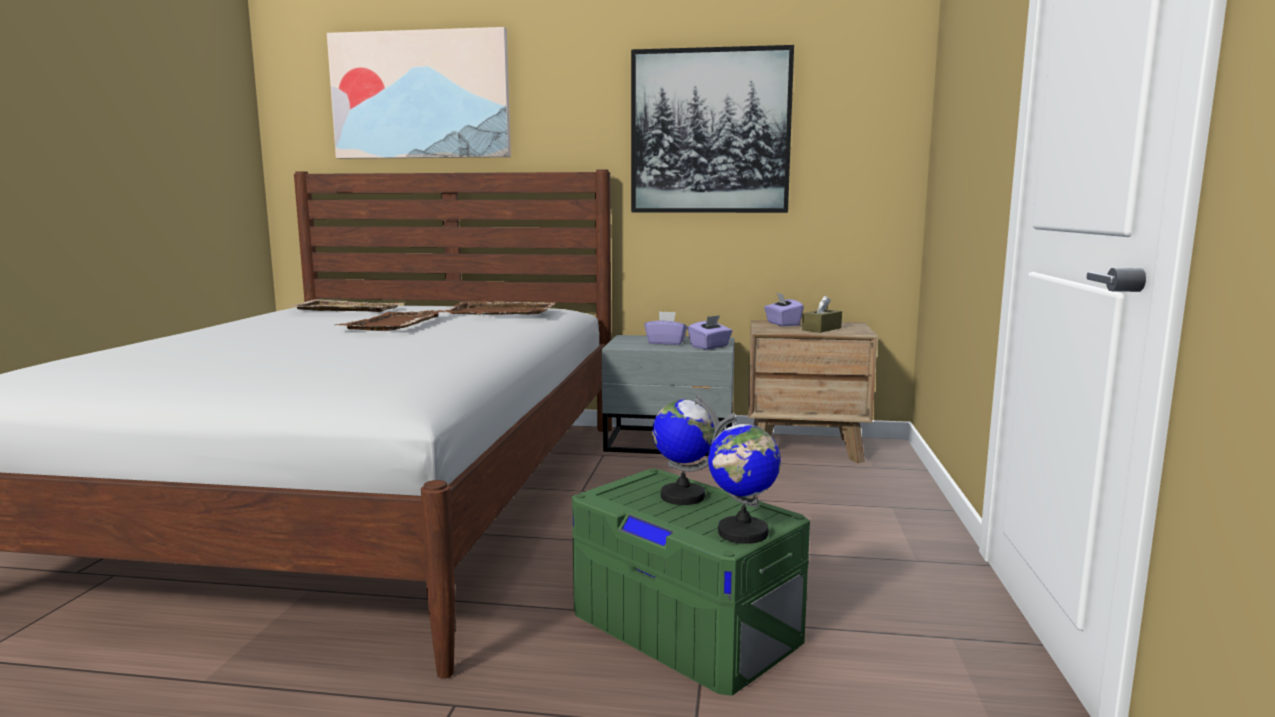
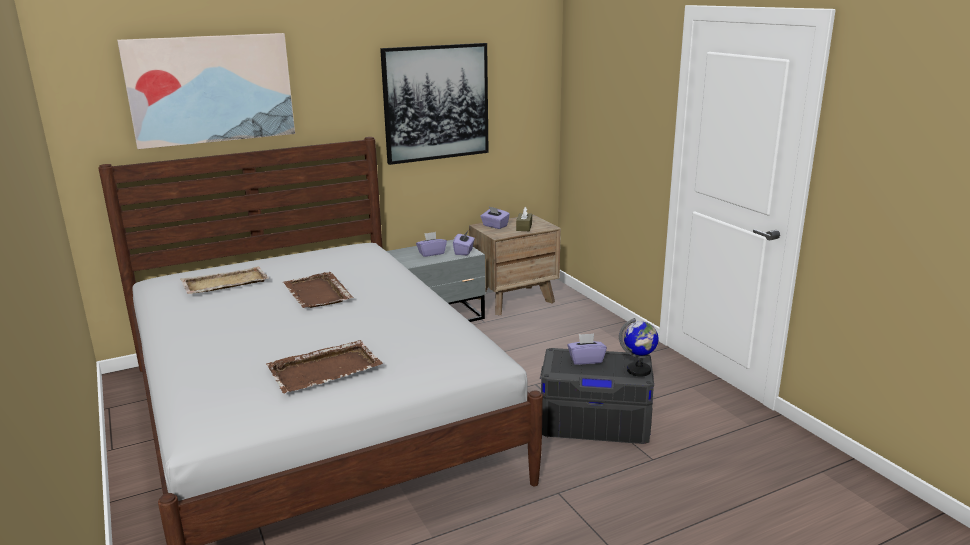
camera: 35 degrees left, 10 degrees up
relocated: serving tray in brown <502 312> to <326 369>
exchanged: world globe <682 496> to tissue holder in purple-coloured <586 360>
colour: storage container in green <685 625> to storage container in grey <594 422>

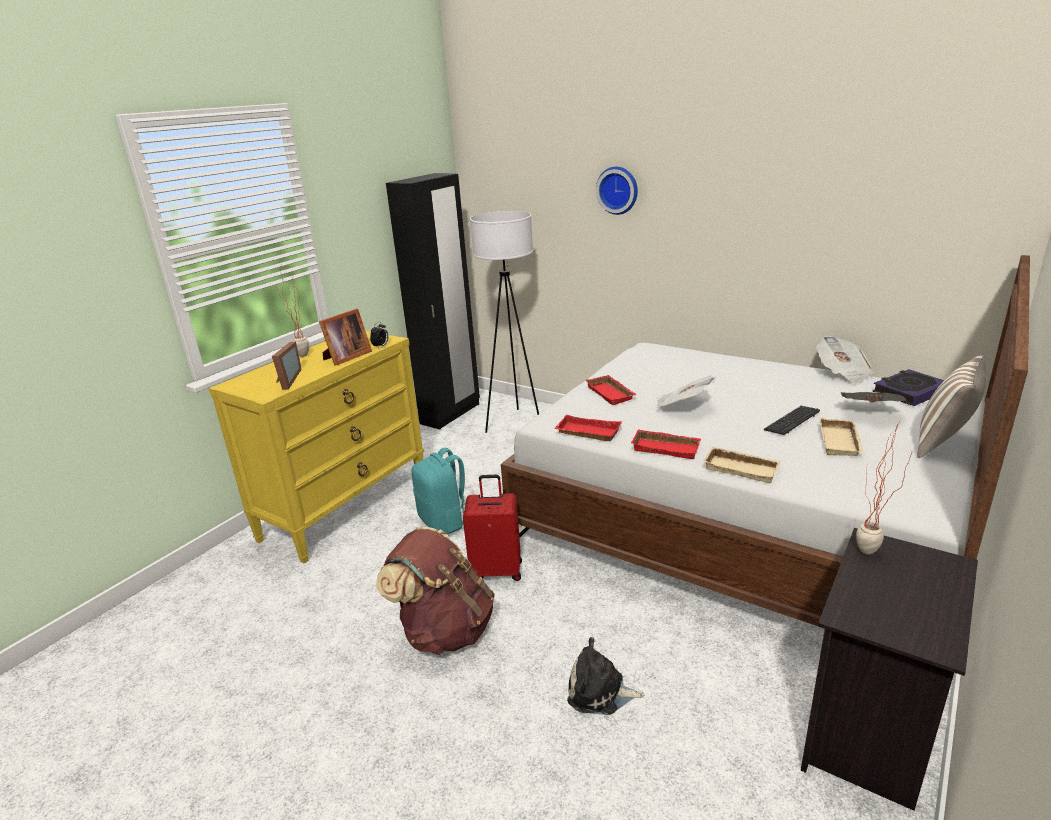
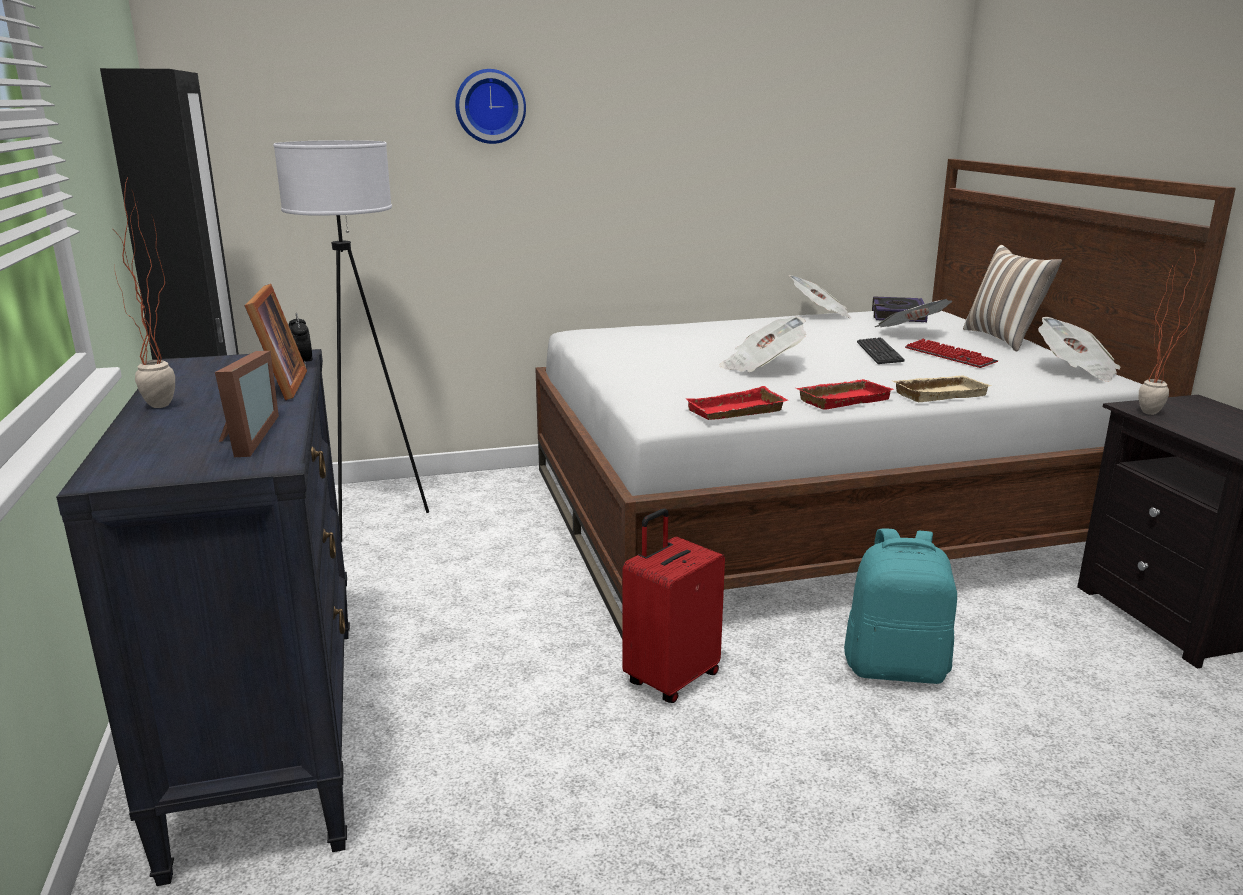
camera: 50 degrees left, 5 degrees down
missing: knapsack in brown <445 630>; cuddly toy <600 692>; serving tray in red <612 393>
appeared: daily paper <1076 371>
relocated: knapsack in turquoise-coloured <445 522> to <896 668>
exchanged: serving tray in beige-coloured <841 442> to PC keyboard <949 356>
colour: drawer chest in yellowish <346 507> to drawer chest in black-coloured <269 734>
spun: standing frame <285 380> = <242 438> 45 degrees clockwise

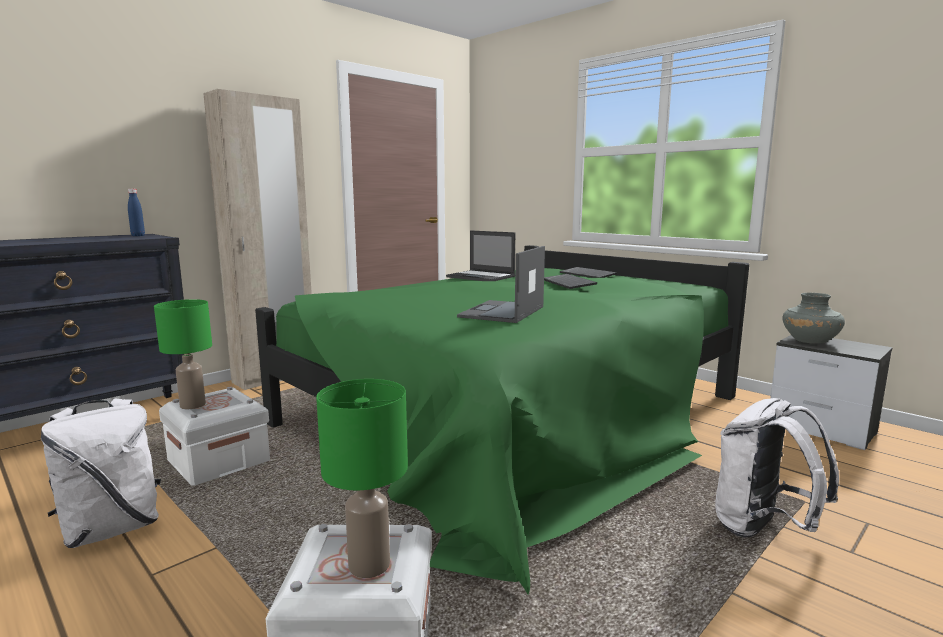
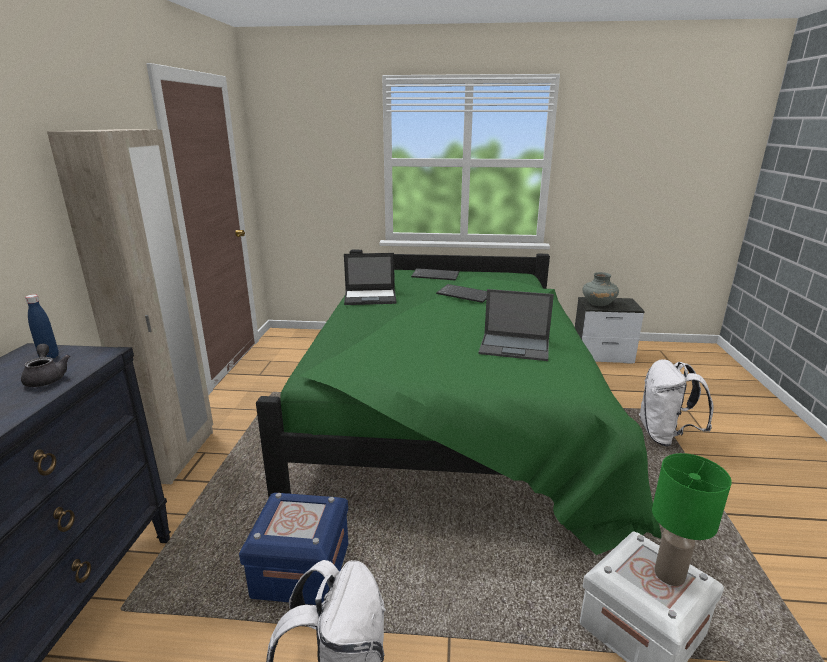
camera: 40 degrees left, 10 degrees up
missing: lamp for a table in green <192 405>
appeared: pot for tea in grey <47 378>
colour: storage container in white-coloured <218 461> to storage container in blue-coloured <301 569>
spun: laptop <502 312> = <515 347> 60 degrees counterclockwise

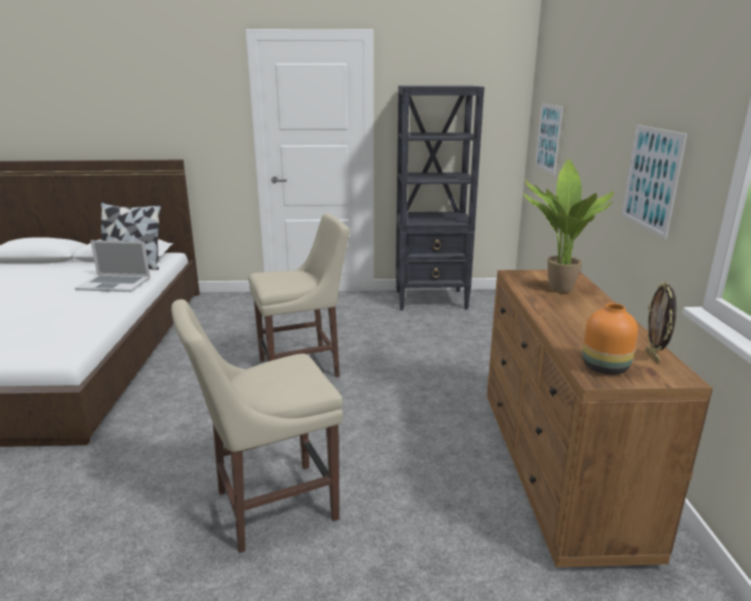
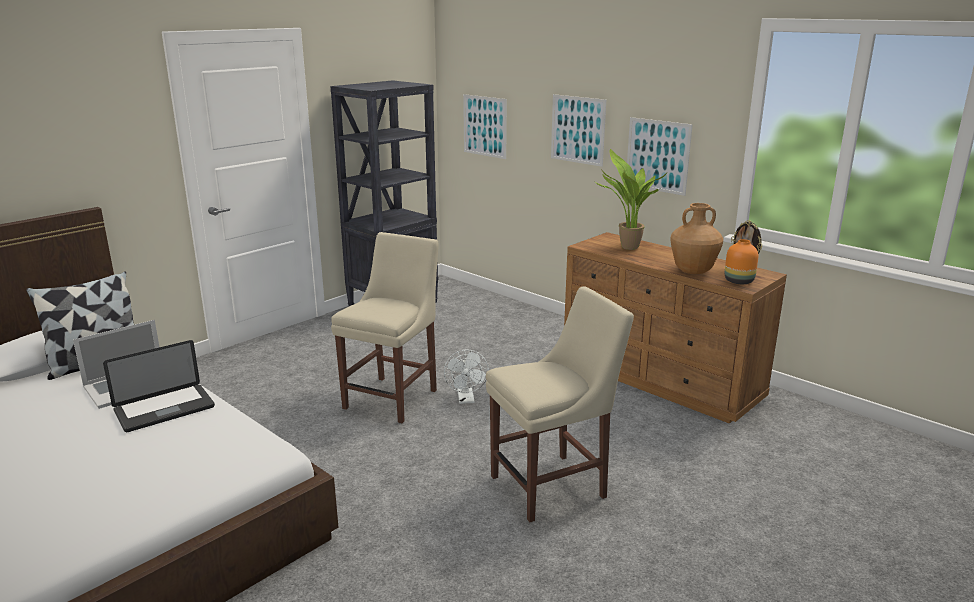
camera: 45 degrees left, 0 degrees up
appeared: laptop <164 409>; electric fan in white-coloured <466 399>; wall picture <577 130>; vase in brown <693 272>
spun: plain chair in beige-coloured <269 506> = <553 485> 135 degrees counterclockwise

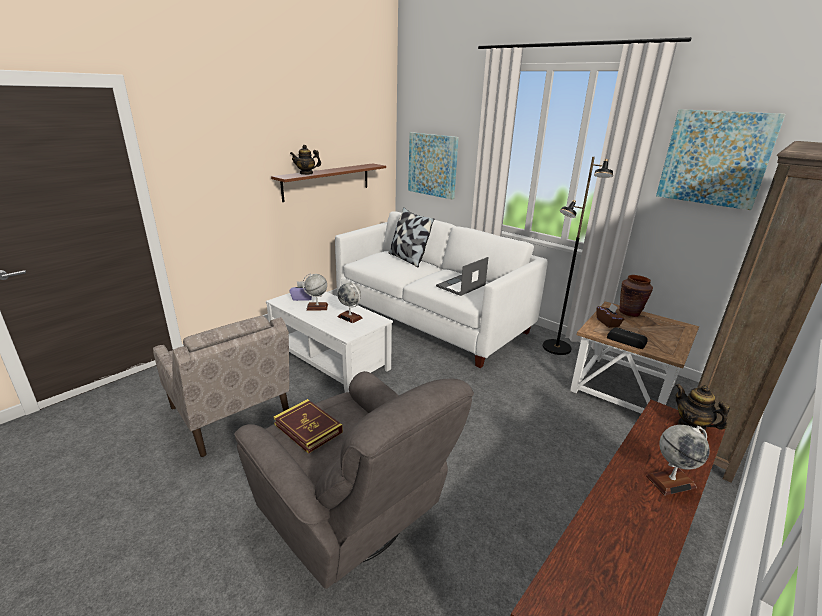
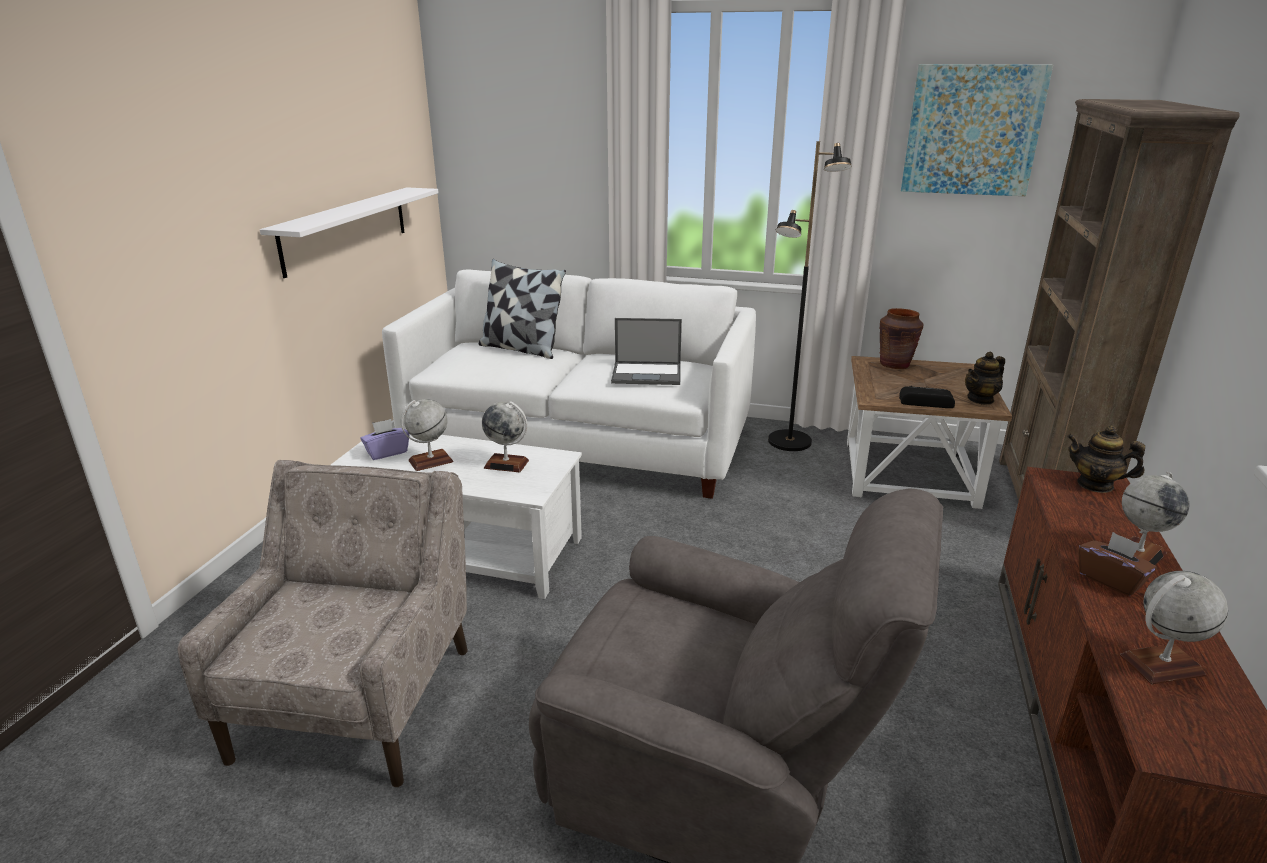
camera: 25 degrees left, 0 degrees up
missing: volume <308 428>; wall picture <432 165>
appeared: world globe <1161 665>
relocated: pot for tea <306 173> to <980 399>; tissue holder in brown <608 323> to <1110 580>
colour: bracket shelf in brown <327 181> to bracket shelf in white-coloured <346 229>
spun: lounge chair in beige-coloured <230 414> = <359 700> 105 degrees counterclockwise; laptop <460 286> = <647 374> 105 degrees counterclockwise

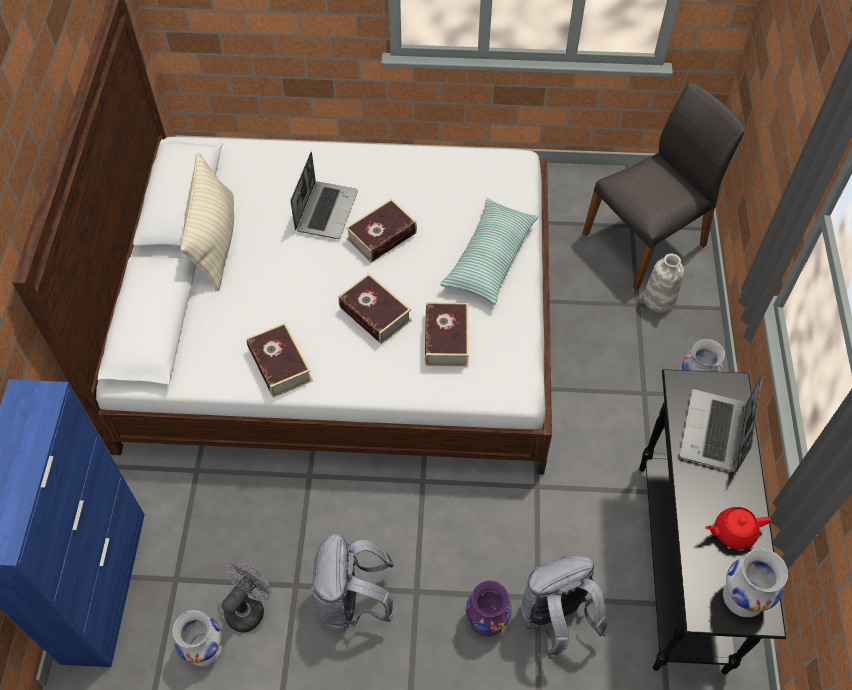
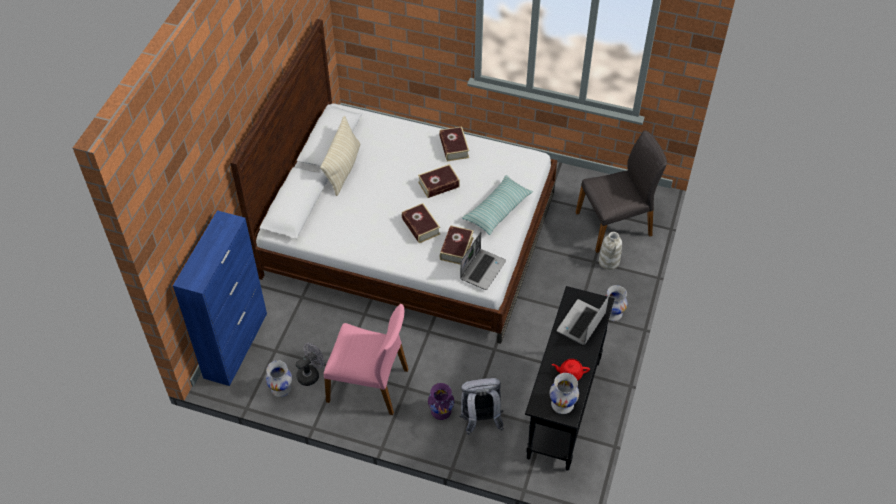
camera: 15 degrees right, 5 degrees down
relocated: volume <280 365> to <454 147>; laptop <326 210> to <482 269>
exchanged: knapsack in grey <353 601> to plain chair in pink-coloured <369 384>

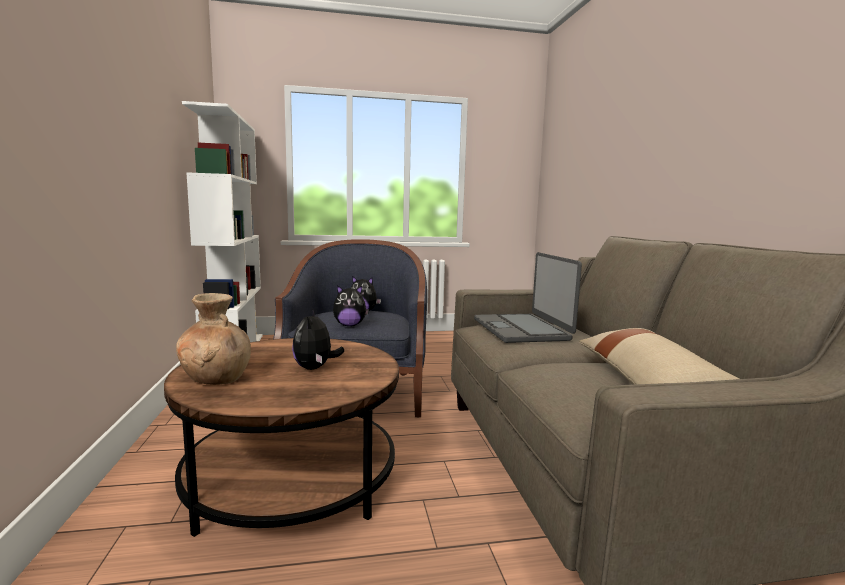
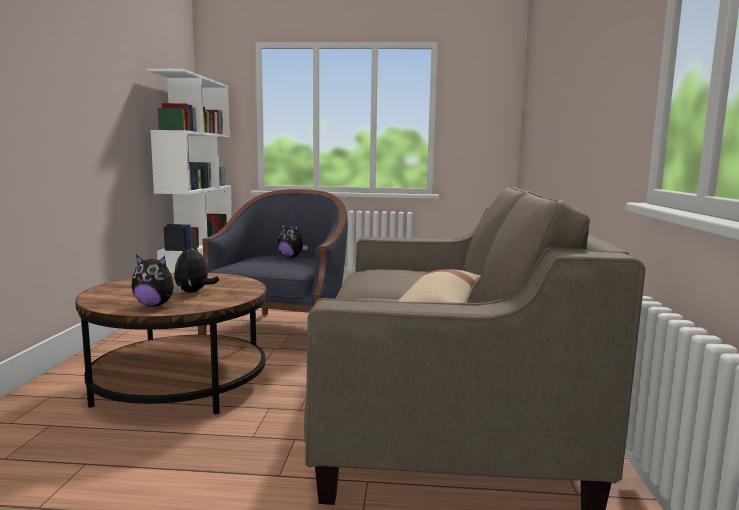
camera: 15 degrees right, 0 degrees up
missing: vase in brown <217 378>; laptop <522 329>
relocated: cuddly toy <349 325> to <155 305>

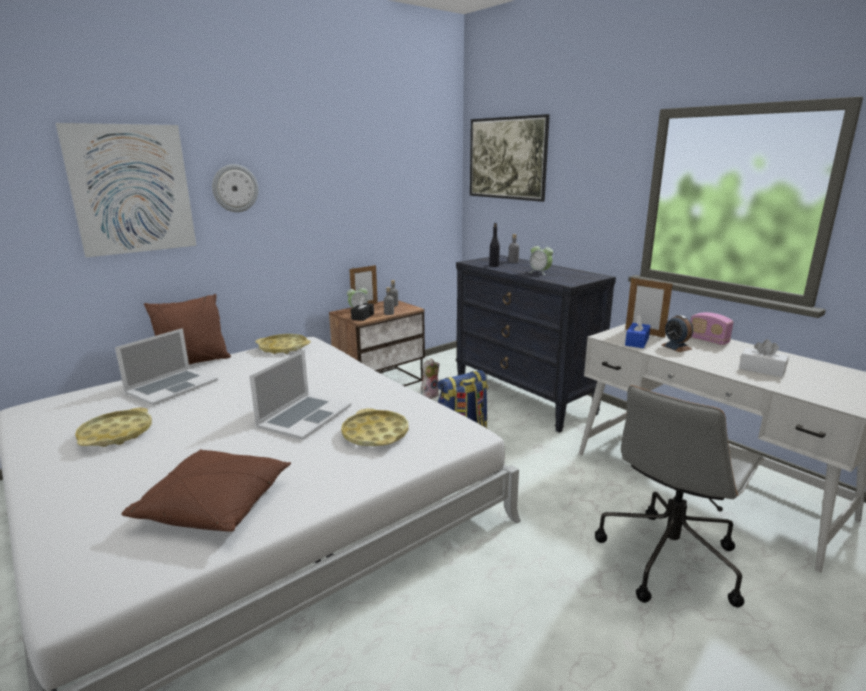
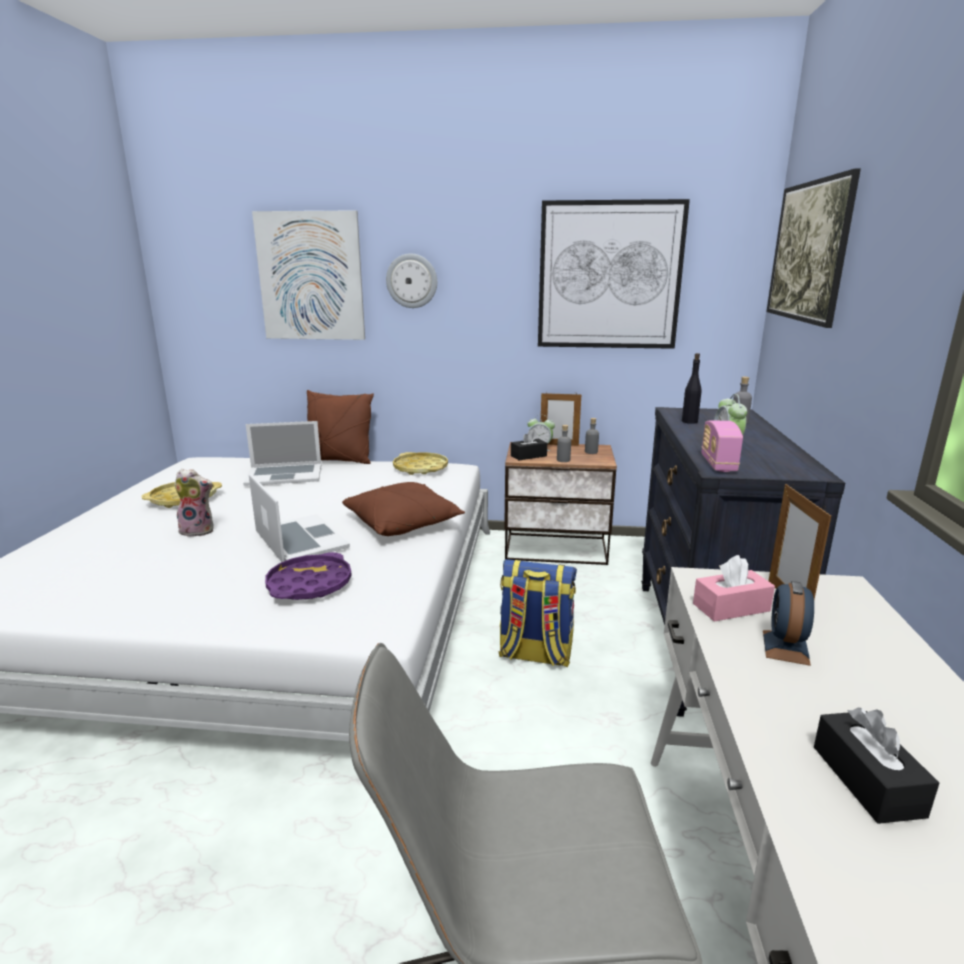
camera: 45 degrees right, 0 degrees up
appeared: wall picture <609 276>
relocated: cuddly toy <429 395> to <199 530>; cushion in brown <216 505> to <403 523>; radio <708 340> to <718 464>
colour: serving tray in yellowish <375 434> to serving tray in purple-coloured <309 584>; tissue holder in blue-coloured <637 342> to tissue holder in pink-coloured <731 607>; tissue holder in white-coloured <761 370> to tissue holder in black-coloured <867 780>
spun: laptop <304 416> = <300 539> 105 degrees counterclockwise

